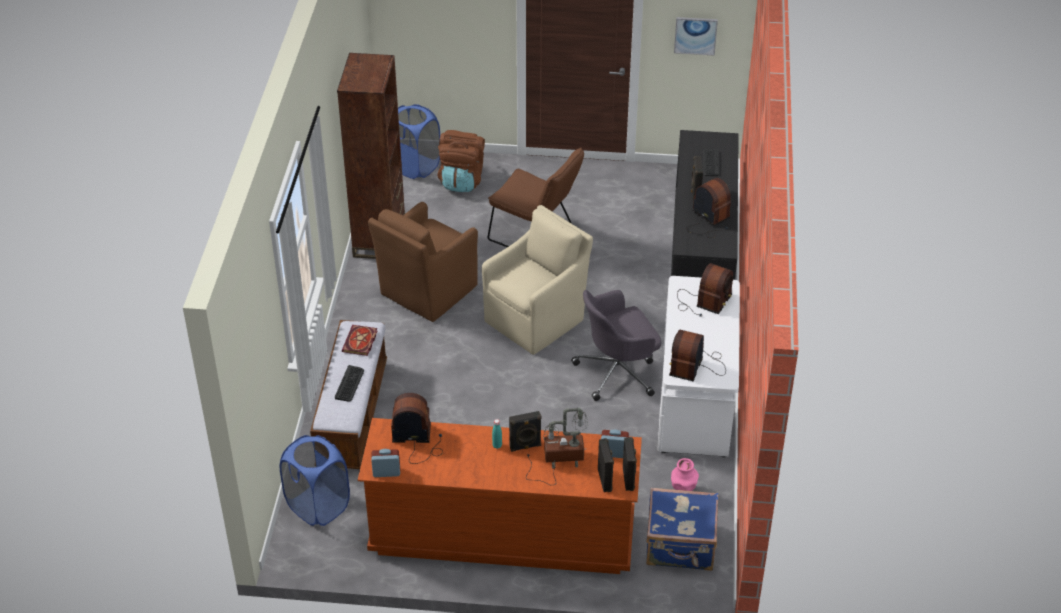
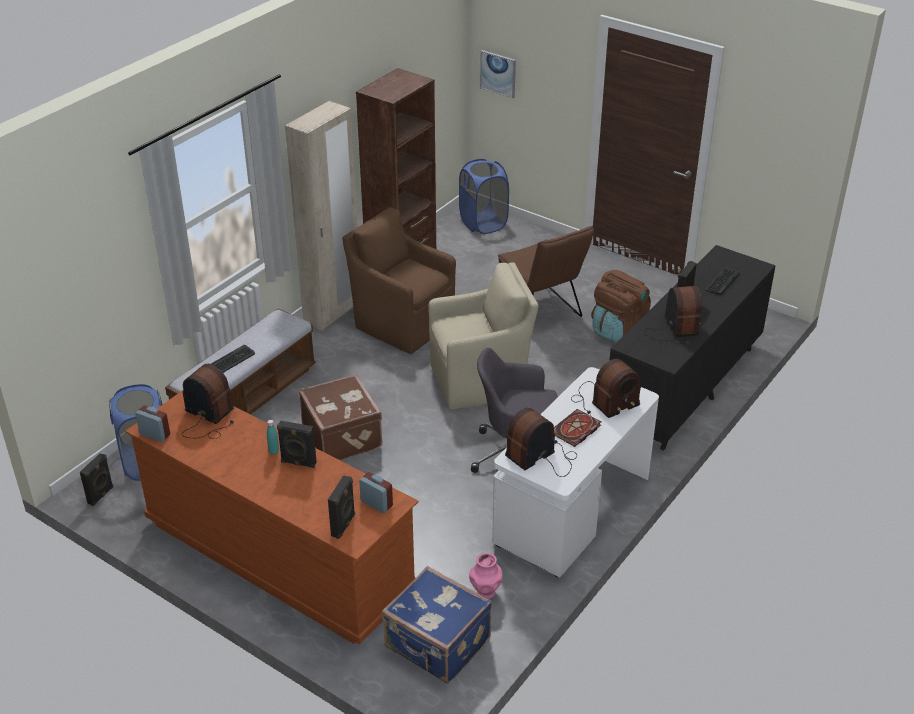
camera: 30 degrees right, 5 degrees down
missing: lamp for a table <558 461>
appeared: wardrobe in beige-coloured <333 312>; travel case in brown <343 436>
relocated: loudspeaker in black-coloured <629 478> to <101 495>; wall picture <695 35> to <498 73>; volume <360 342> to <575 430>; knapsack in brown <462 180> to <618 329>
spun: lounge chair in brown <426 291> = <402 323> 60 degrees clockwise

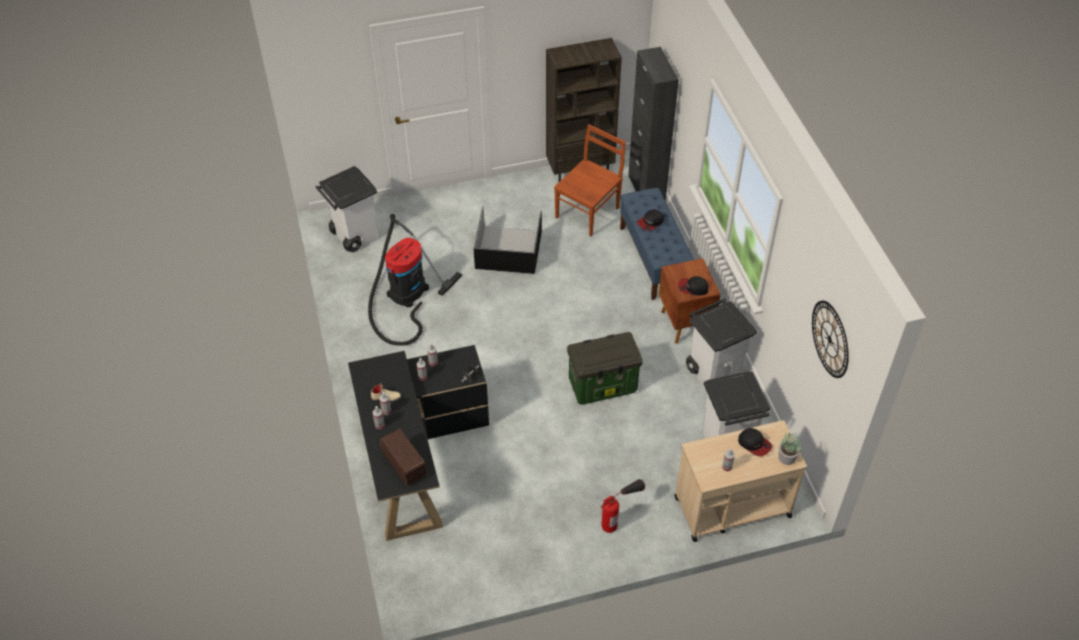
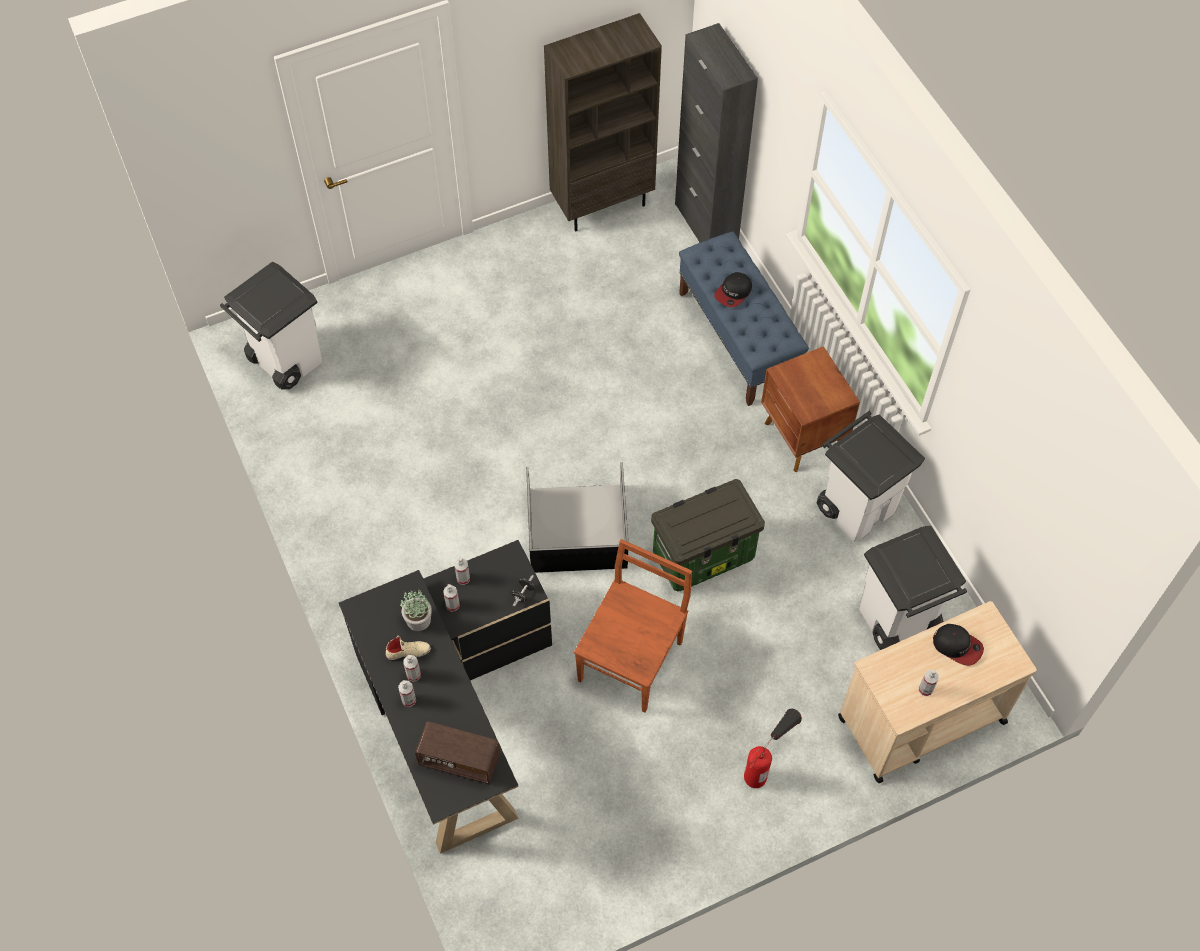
camera: 10 degrees left, 10 degrees up
missing: hoover <406 295>; peaked cap <693 288>; hanging clock <830 339>
relocated: potted plant <786 457> to <418 620>; storage container in black-coloured <509 250> to <578 528>; plain chair in brown <588 212> to <632 658>
spun: radio <404 465> = <459 760> 150 degrees clockwise

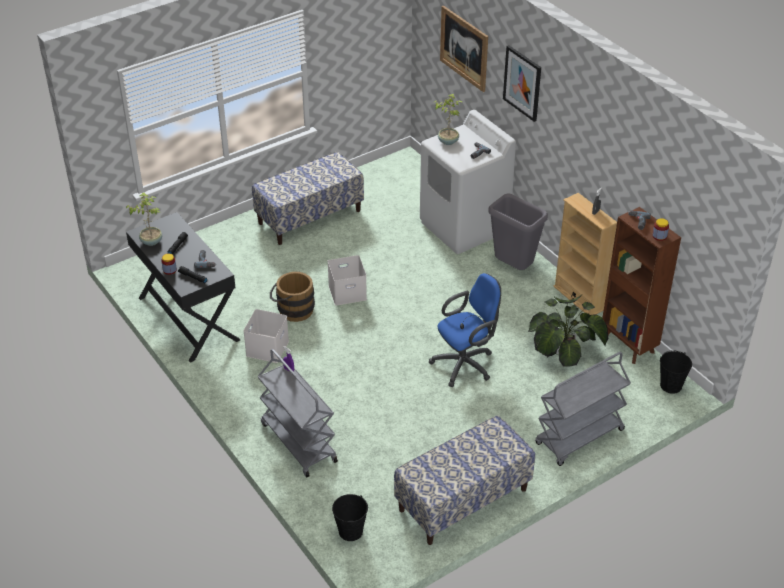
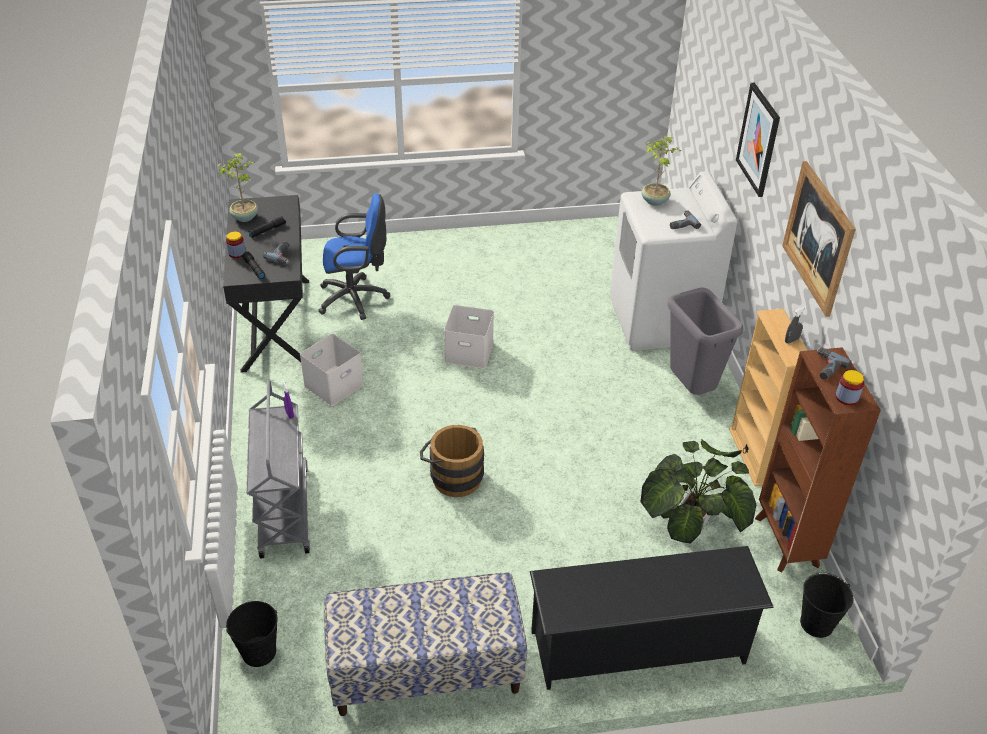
camera: 25 degrees right, 0 degrees up
missing: bench <309 217>
relocated: desk chair in blue-coloured <466 364> to <356 299>; pail in brown <292 309> to <452 476>; wall picture <464 48> to <818 238>
exchanged: wheeled cart in grey <579 437> to shoe stand in black-coloured <638 647>

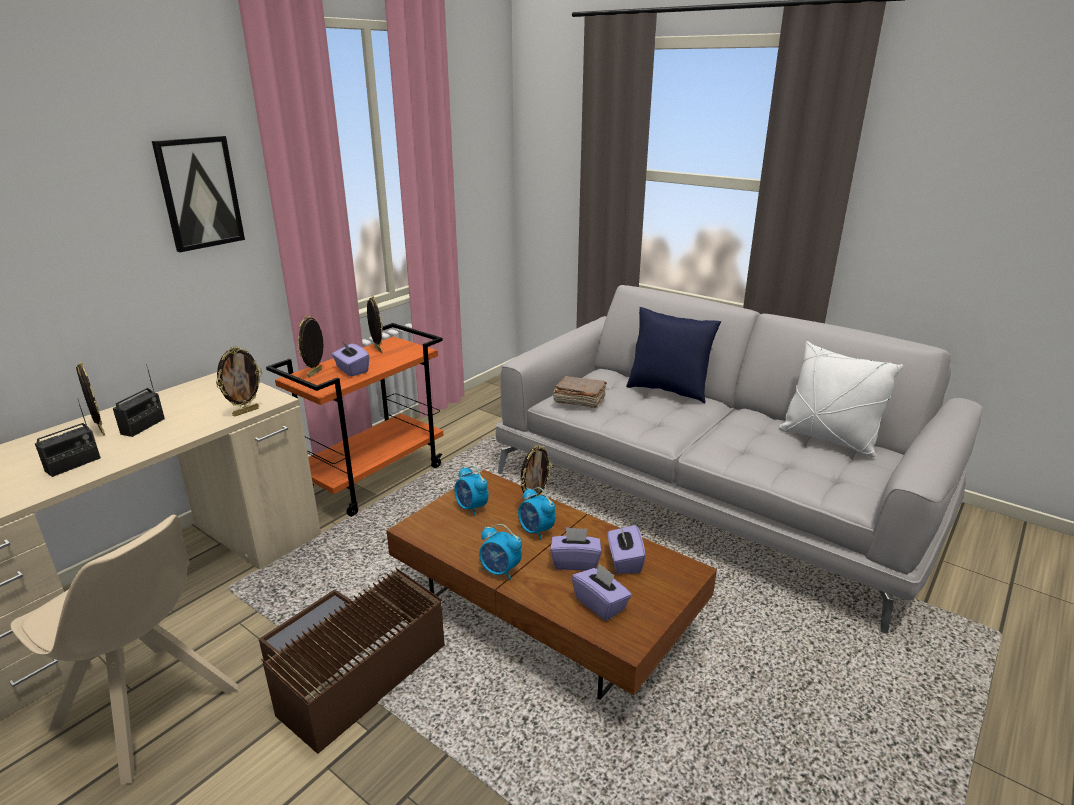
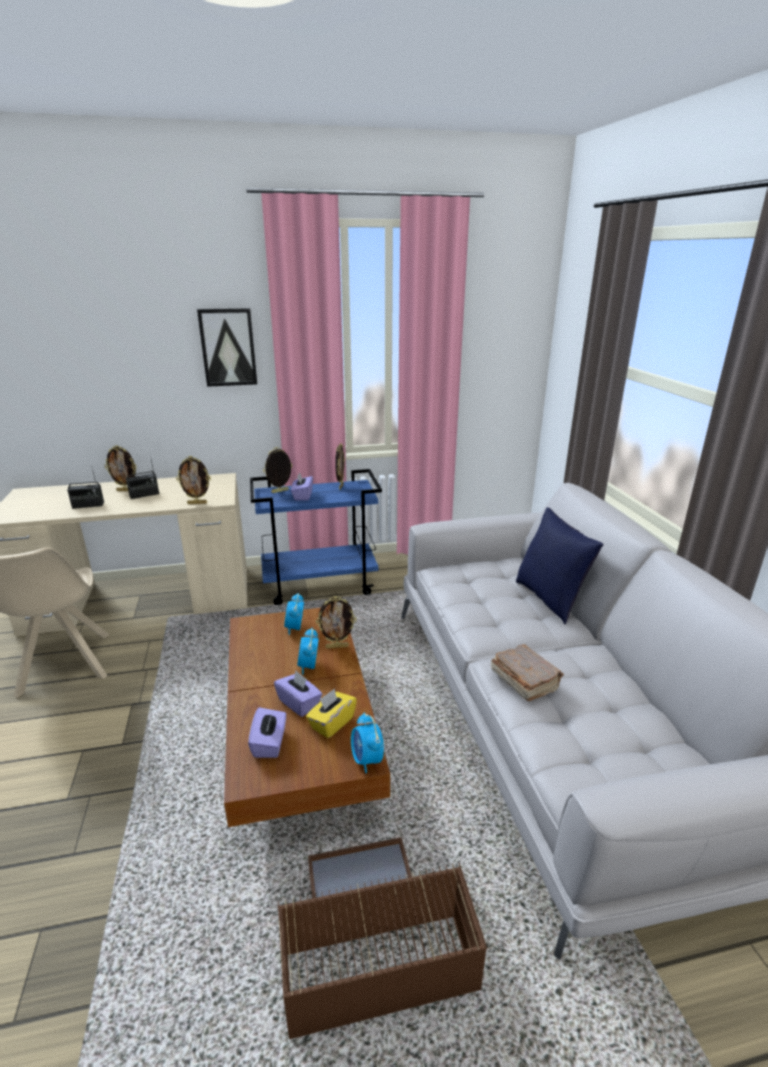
camera: 40 degrees right, 0 degrees up
missing: cushion in white-coloured <828 439>
relocated: storage container in brown <348 671> to <371 948>; bedside clock <500 571> to <367 760>; volume in brown <579 400> to <524 681>
colour: wheeled cart in orangey <374 478> to wheeled cart in blue-coloured <320 585>; tissue holder in purple-coloured <624 561> to tissue holder in yellowish <332 723>
spun: standing frame <100 430> = <126 490> 90 degrees clockwise

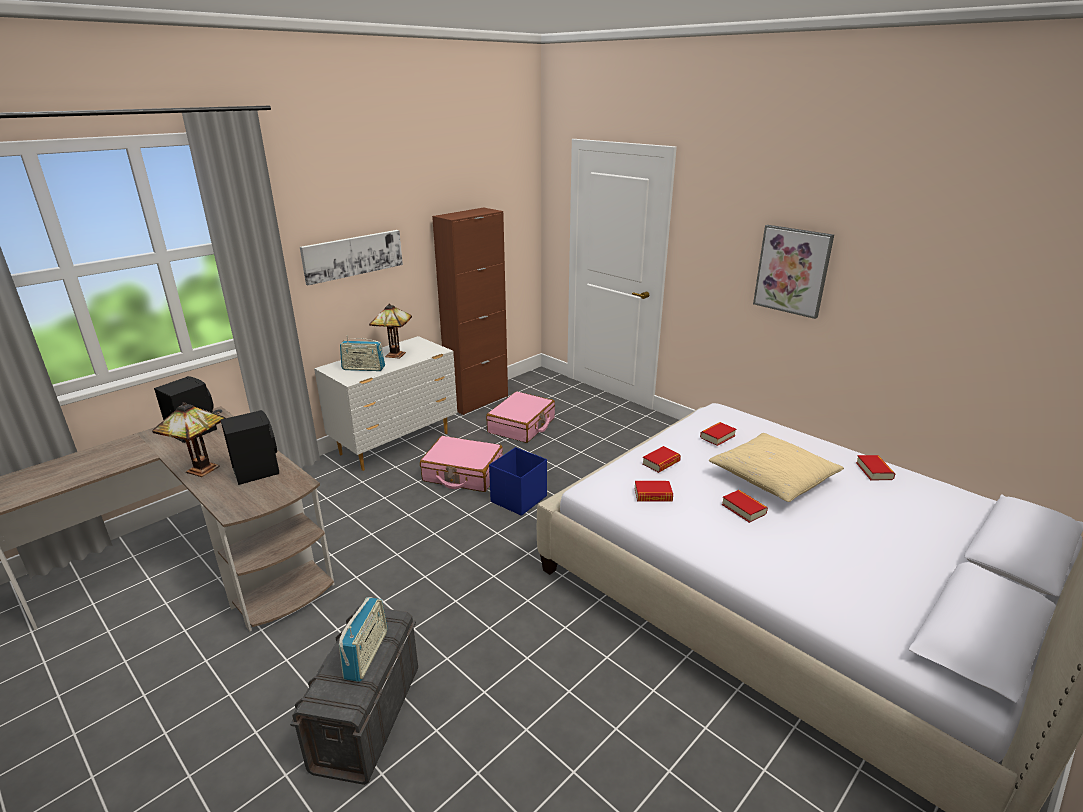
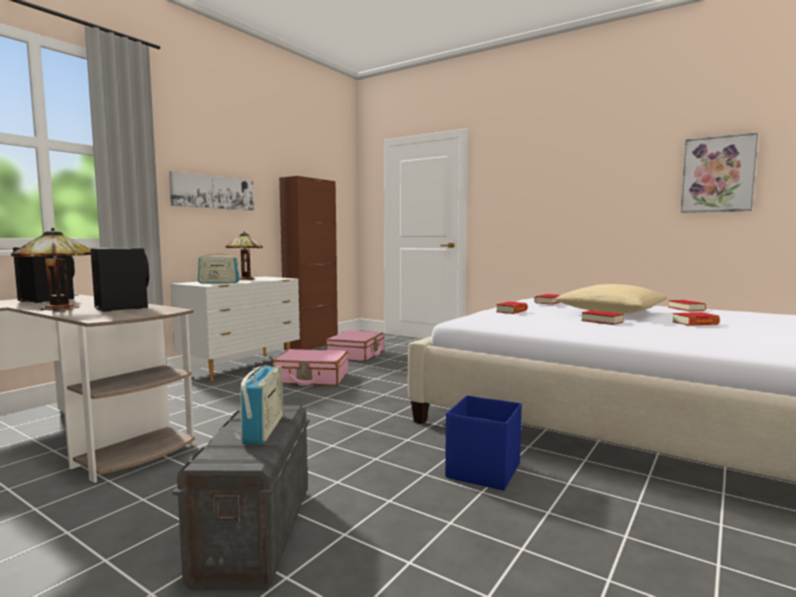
camera: 10 degrees left, 20 degrees down
relocated: storage container in blue-coloured <518 499> to <482 471>; volume <653 495> to <695 323>; wall picture <792 270> to <718 174>

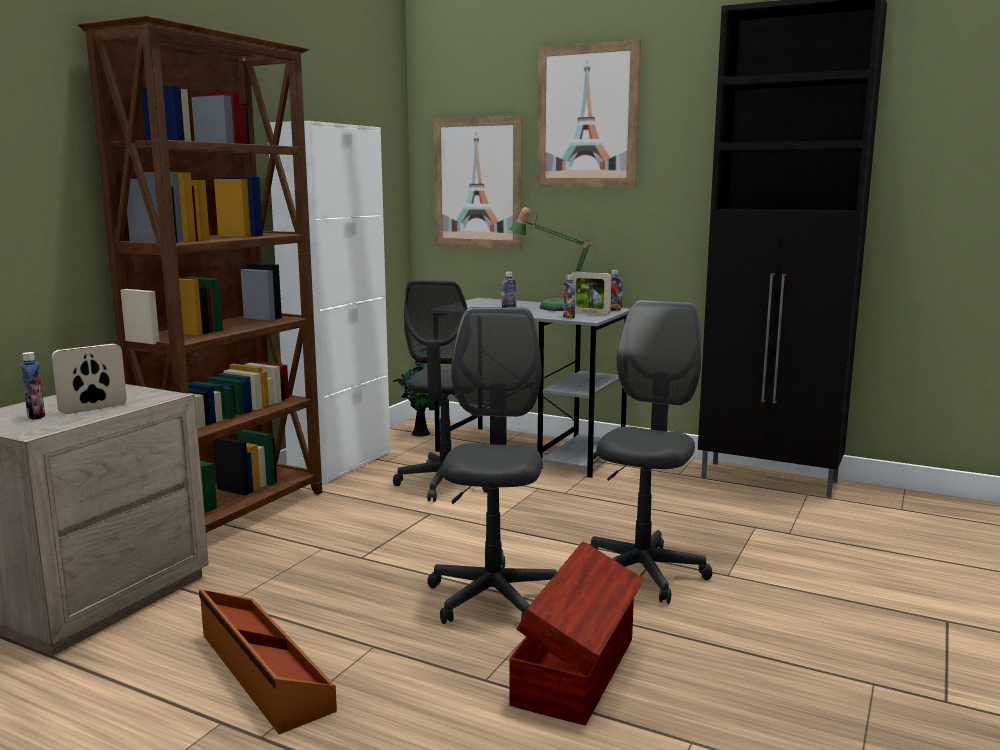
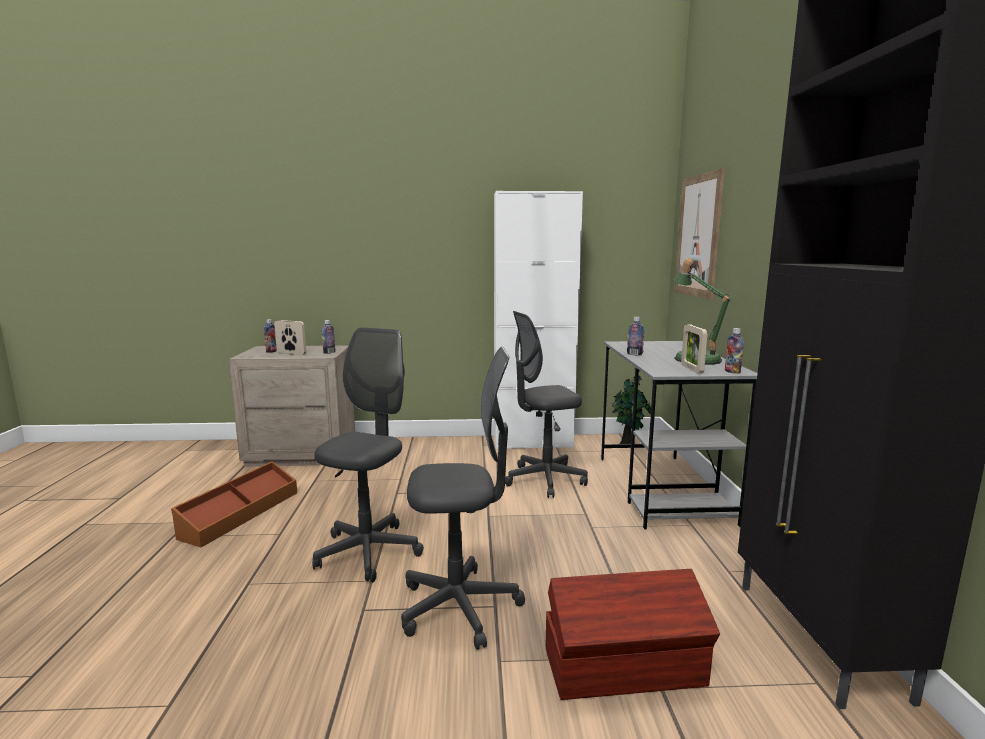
camera: 60 degrees right, 0 degrees up
missing: bookshelf in brown <239 514>; wall picture <587 117>
relocated: bottle <569 317> to <329 352>; storage container in brown <578 670> to <626 668>
spun: desk chair in grey <493 597> = <368 552> 45 degrees counterclockwise

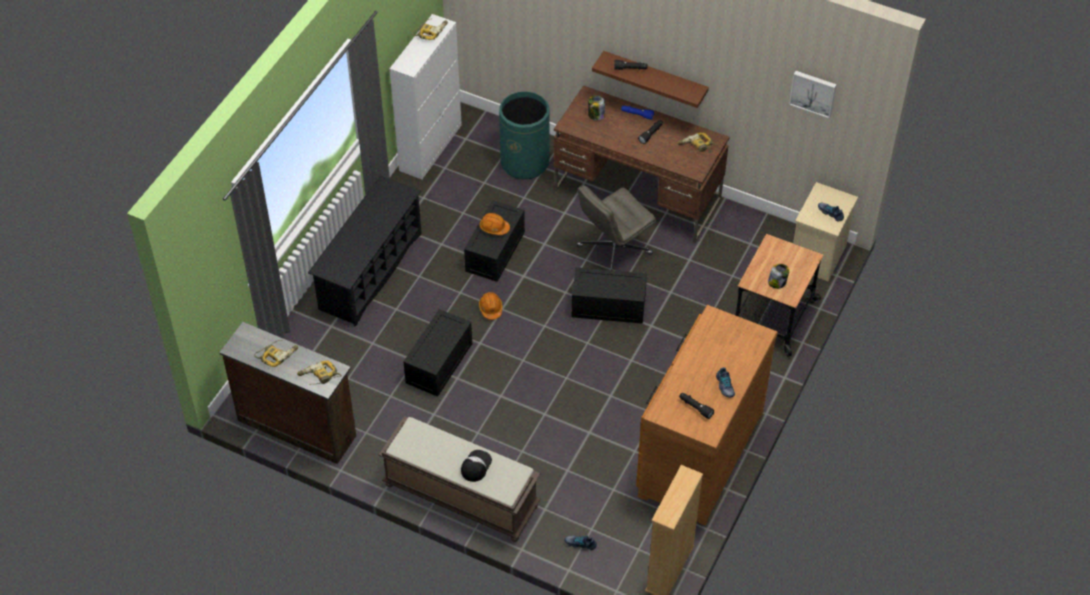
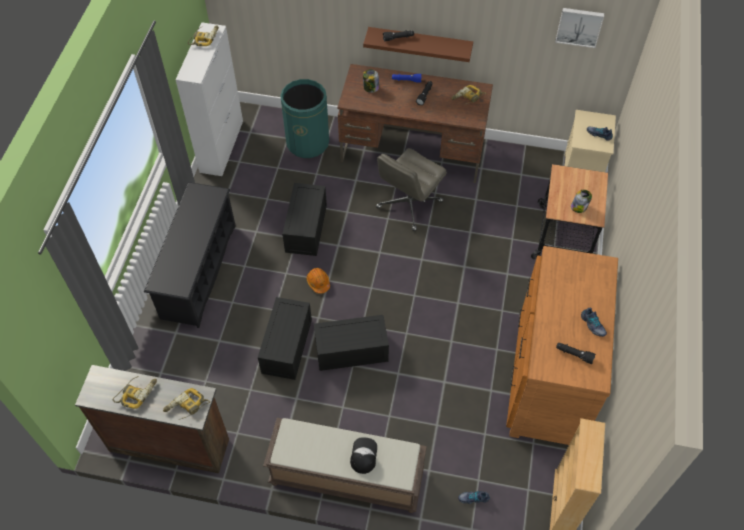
camera: 15 degrees left, 5 degrees up
missing: hard hat in orangey <494 227>
relocated: storage container in black-coloured <607 307> to <350 352>

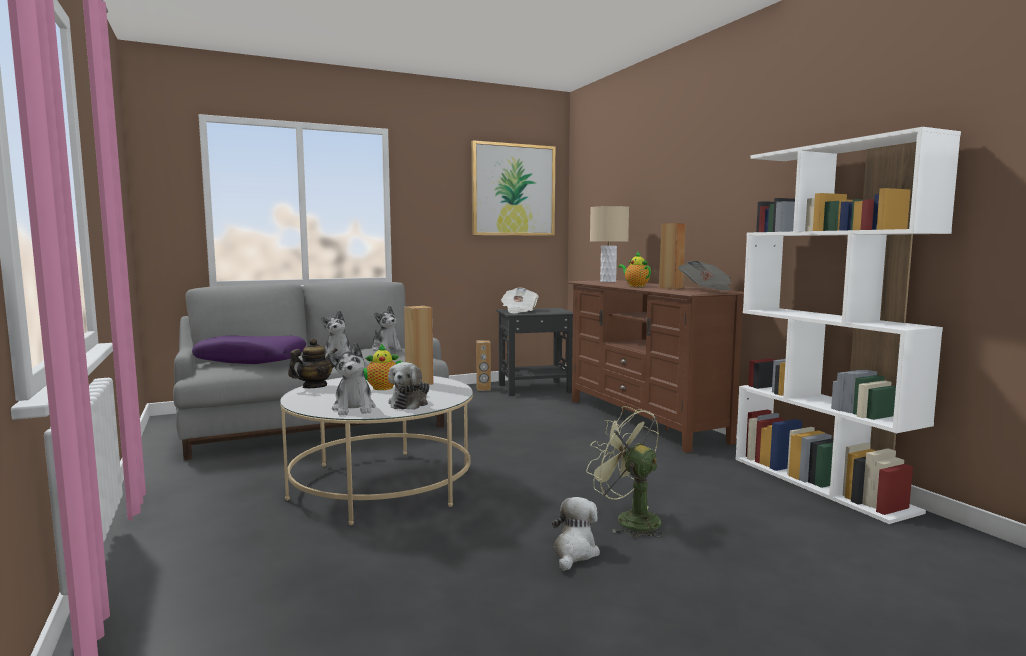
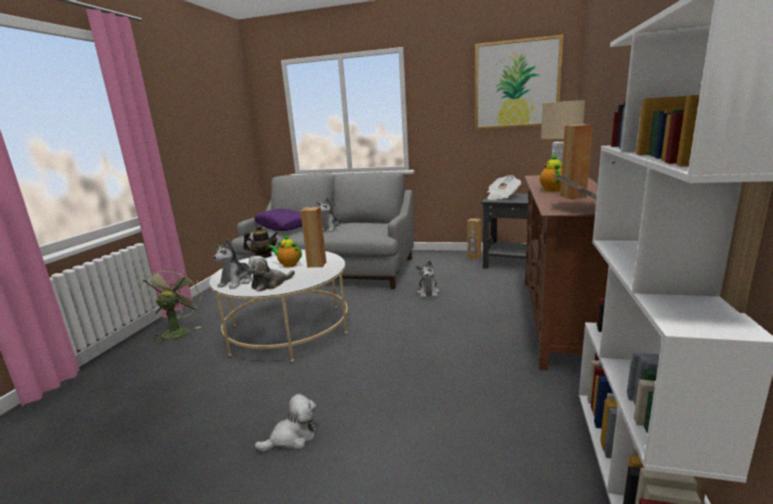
camera: 40 degrees right, 10 degrees up
relocated: electric fan in green <629 519> to <177 331>; cuddly toy <386 349> to <428 292>

